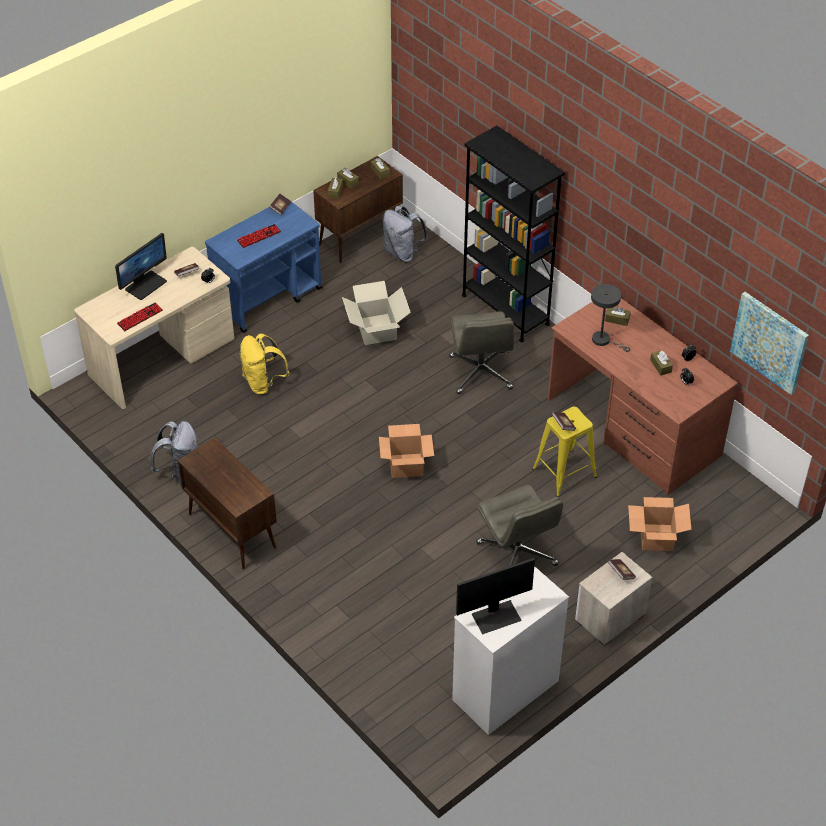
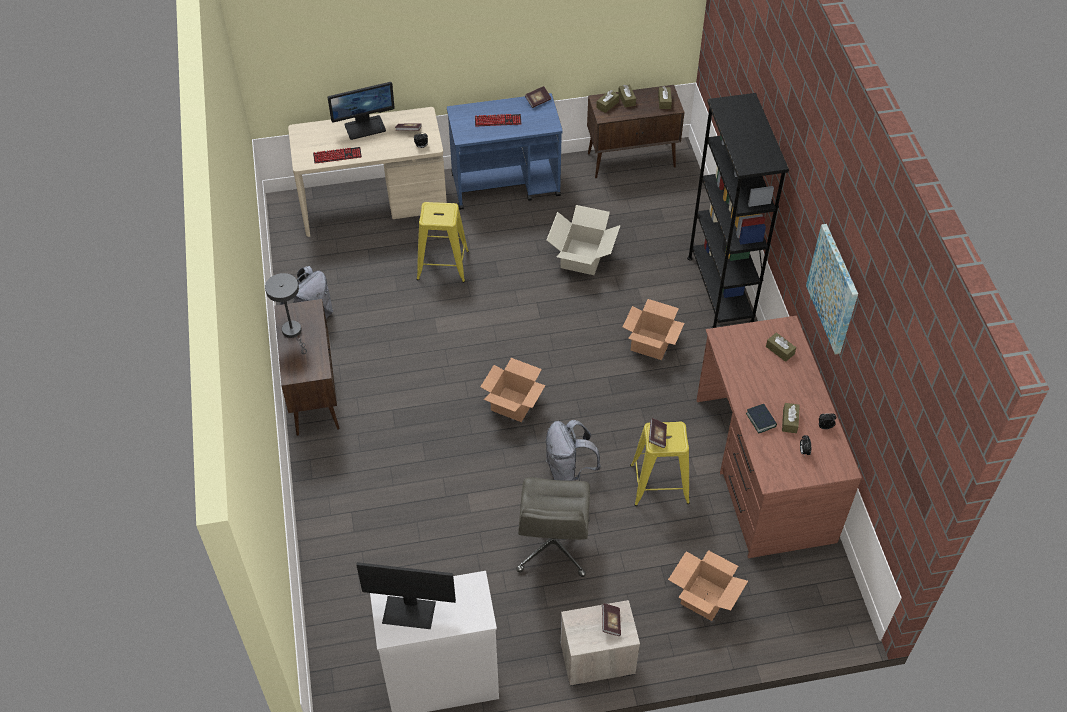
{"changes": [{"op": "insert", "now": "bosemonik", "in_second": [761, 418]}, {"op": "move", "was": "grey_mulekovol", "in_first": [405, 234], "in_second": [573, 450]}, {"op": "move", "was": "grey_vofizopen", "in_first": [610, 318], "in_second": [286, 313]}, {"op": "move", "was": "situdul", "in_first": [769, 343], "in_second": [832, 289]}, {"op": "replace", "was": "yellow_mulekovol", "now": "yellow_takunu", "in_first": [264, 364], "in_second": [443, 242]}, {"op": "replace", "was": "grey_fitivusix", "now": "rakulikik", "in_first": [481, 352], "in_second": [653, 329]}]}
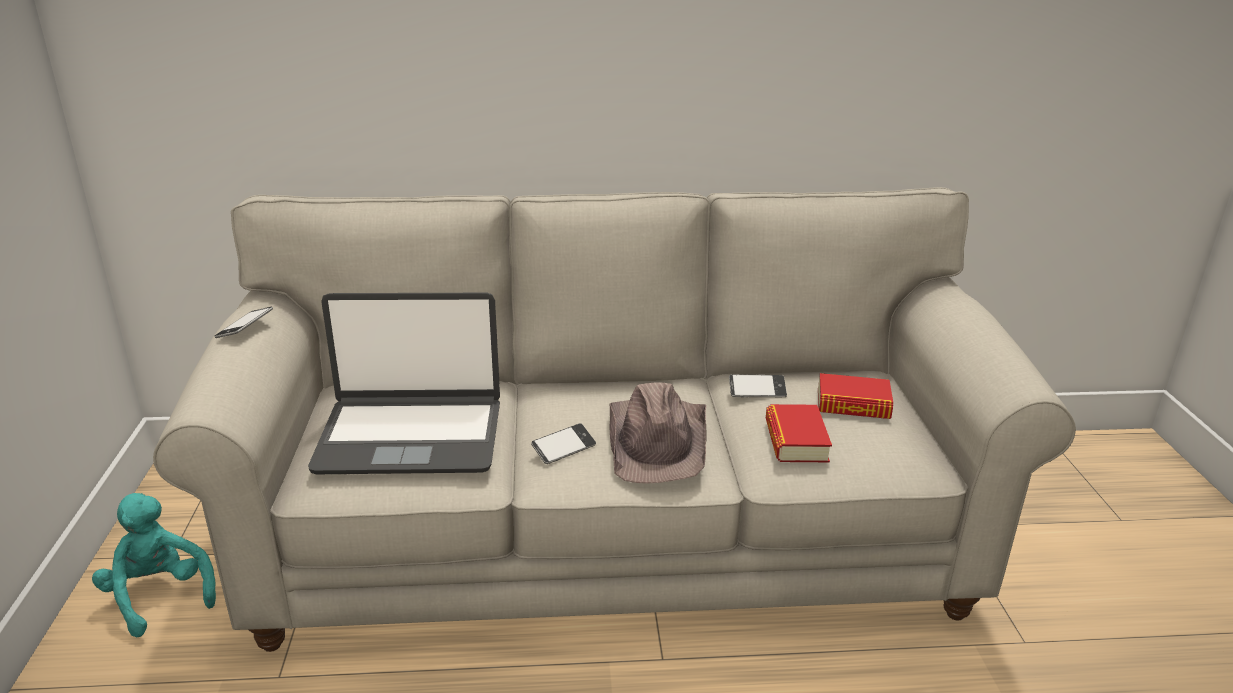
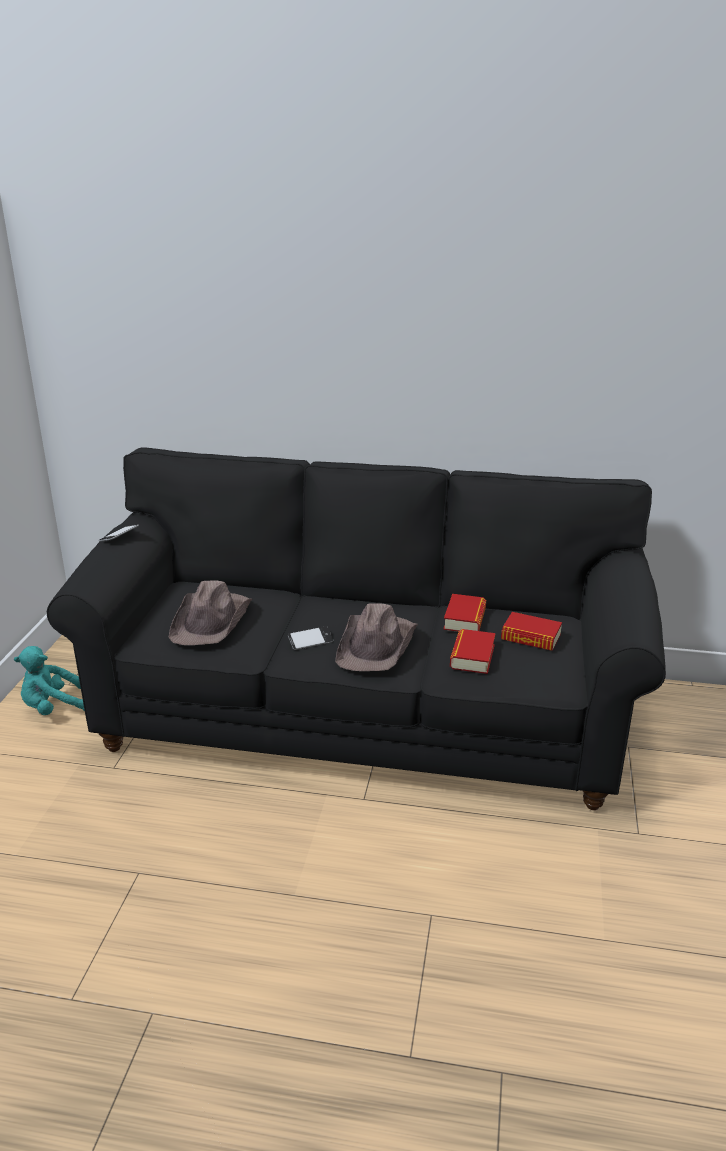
{"changes": [{"op": "replace", "was": "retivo", "now": "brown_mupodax", "in_first": [404, 383], "in_second": [210, 612]}, {"op": "replace", "was": "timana", "now": "bosemonik", "in_first": [758, 386], "in_second": [464, 613]}, {"op": "recolor", "was": "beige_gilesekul", "now": "black_gilesekul", "in_first": [614, 419], "in_second": [356, 628]}, {"op": "rotate", "was": "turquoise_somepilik", "in_first": [154, 565], "in_second": [49, 680], "clockwise": -90}]}
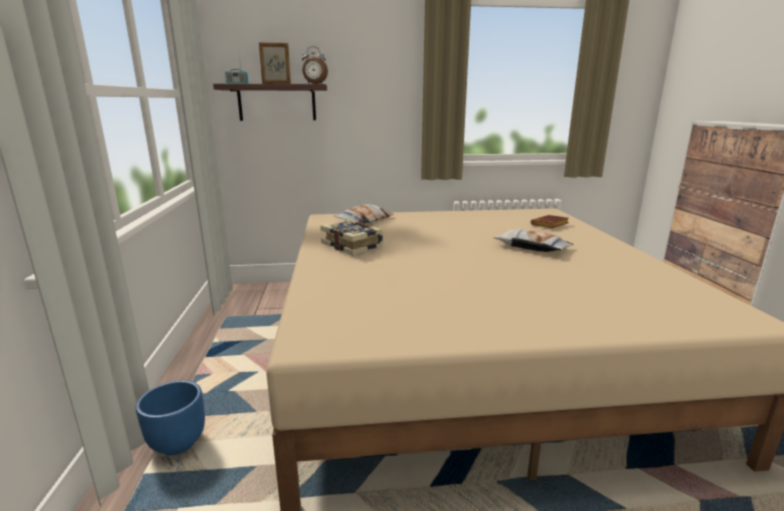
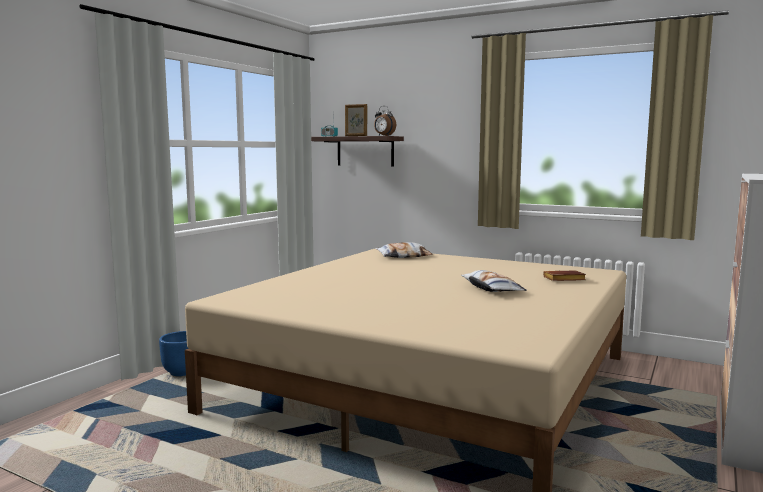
{"changes": [{"op": "delete", "was": "bosemonik", "in_first": [352, 237]}]}
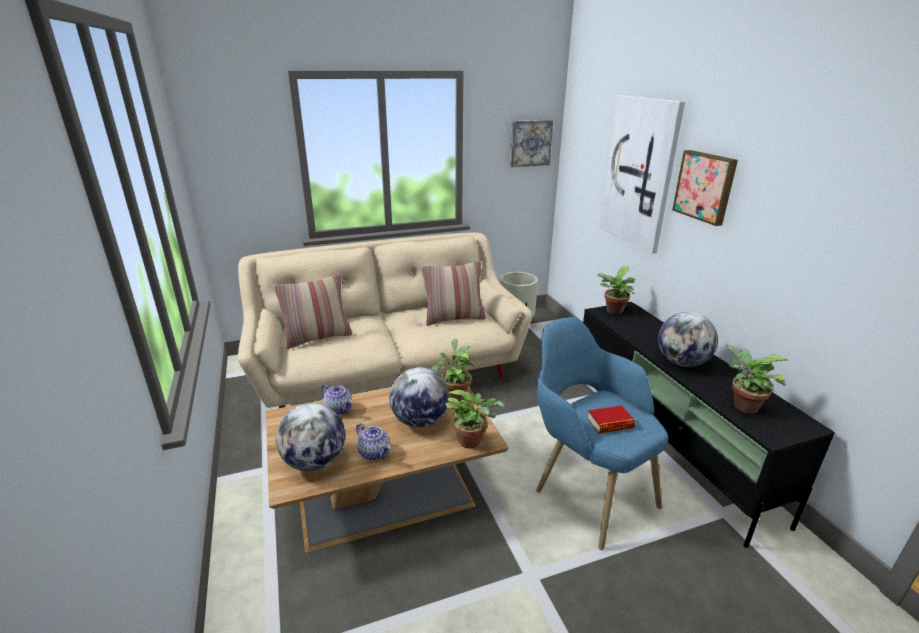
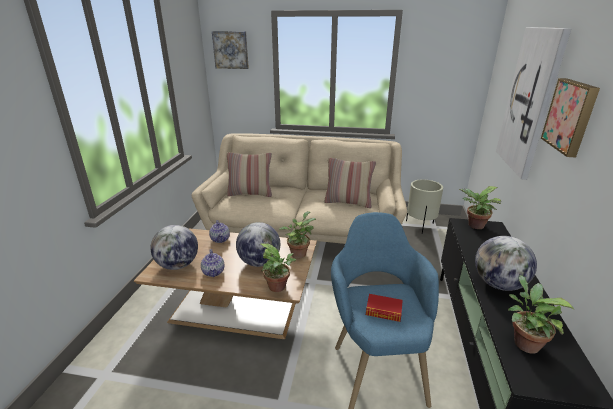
{"changes": [{"op": "move", "was": "situdul", "in_first": [531, 143], "in_second": [230, 50]}]}
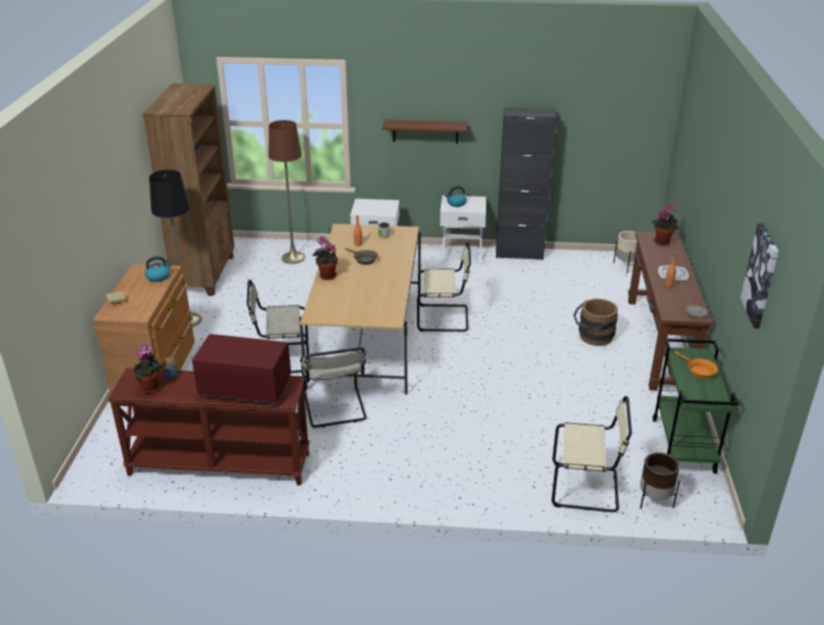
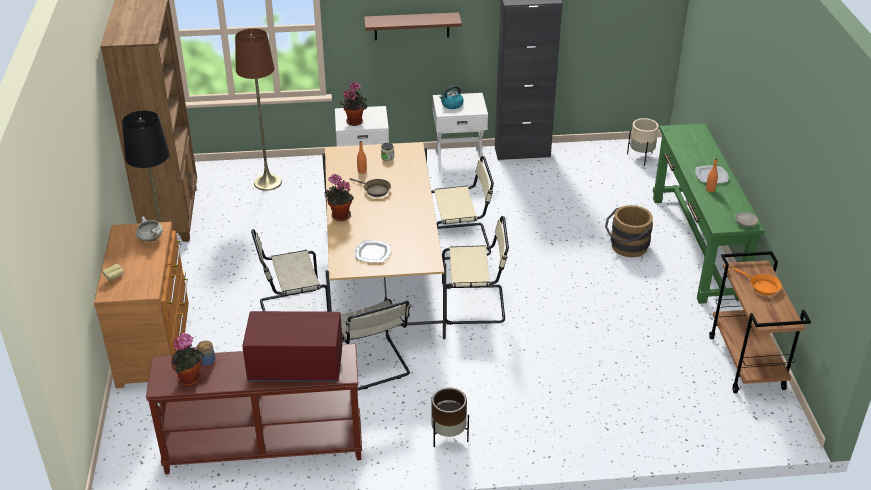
{"changes": [{"op": "delete", "was": "situdul", "in_first": [759, 276]}, {"op": "insert", "now": "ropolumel", "in_second": [373, 251]}, {"op": "move", "was": "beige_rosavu", "in_first": [592, 454], "in_second": [475, 270]}, {"op": "move", "was": "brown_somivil", "in_first": [660, 480], "in_second": [450, 417]}, {"op": "move", "was": "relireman", "in_first": [665, 224], "in_second": [354, 104]}, {"op": "replace", "was": "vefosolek", "now": "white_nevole", "in_first": [158, 269], "in_second": [149, 229]}, {"op": "recolor", "was": "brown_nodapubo", "now": "green_nodapubo", "in_first": [670, 311], "in_second": [709, 214]}, {"op": "recolor", "was": "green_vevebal", "now": "brown_vevebal", "in_first": [696, 405], "in_second": [760, 322]}]}
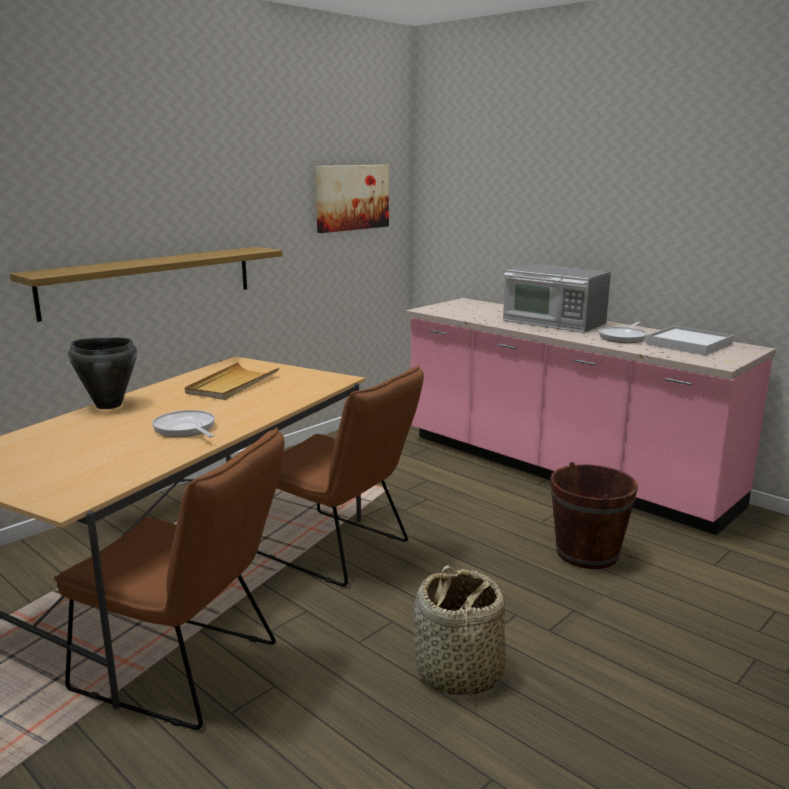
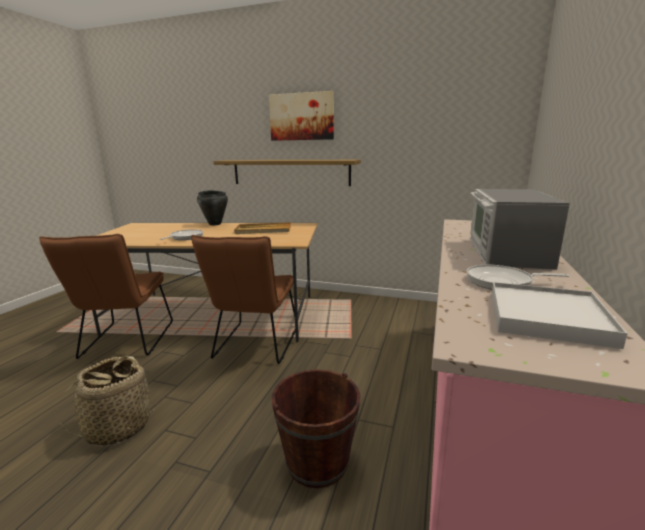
{"changes": [{"op": "move", "was": "situdul", "in_first": [352, 199], "in_second": [301, 116]}]}
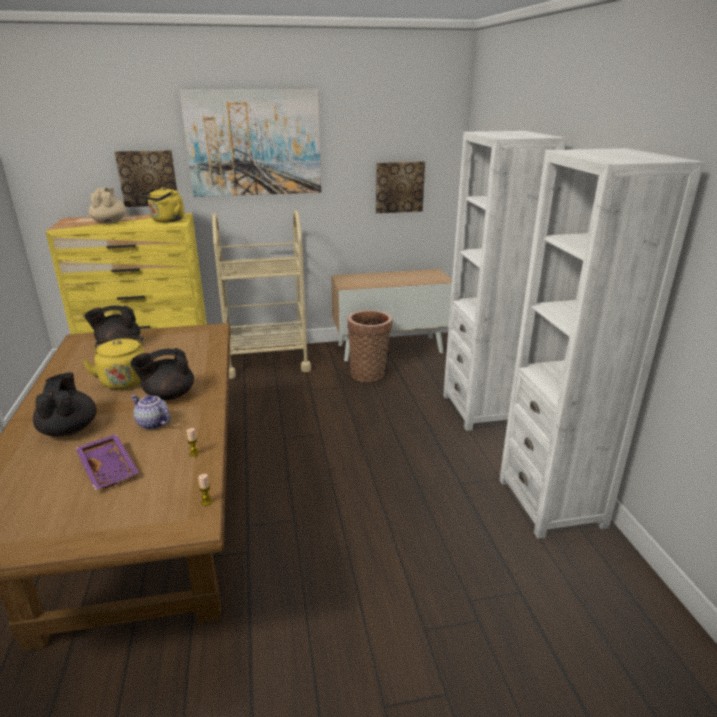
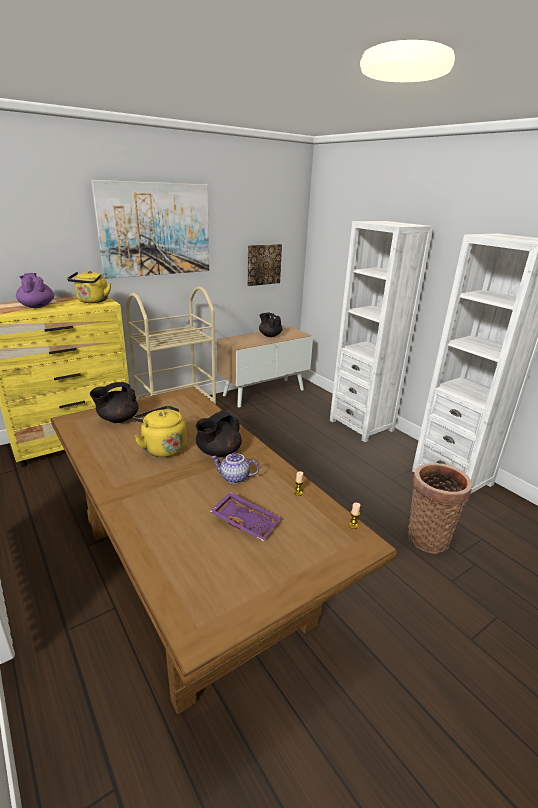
{"changes": [{"op": "delete", "was": "situdul", "in_first": [146, 178]}, {"op": "move", "was": "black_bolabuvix", "in_first": [65, 404], "in_second": [271, 324]}, {"op": "move", "was": "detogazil", "in_first": [369, 346], "in_second": [439, 508]}, {"op": "recolor", "was": "beige_bolabuvix", "now": "purple_bolabuvix", "in_first": [108, 206], "in_second": [35, 290]}]}
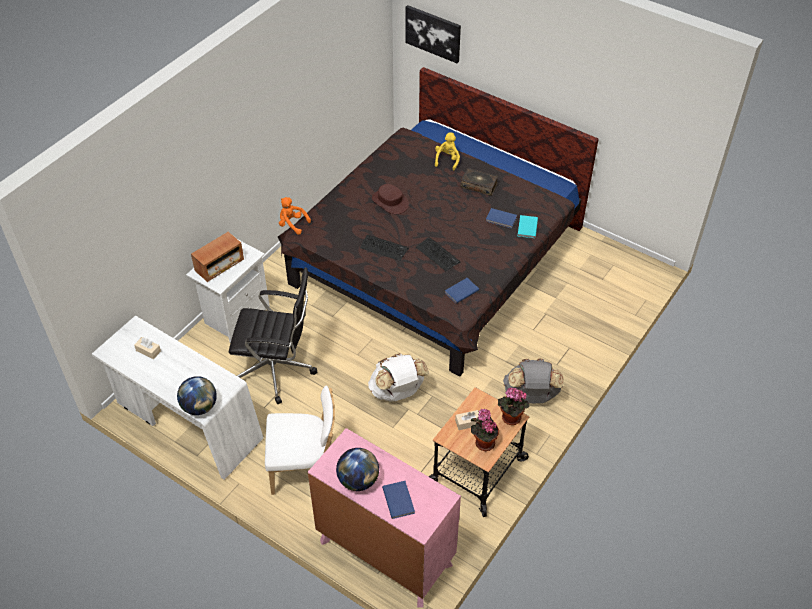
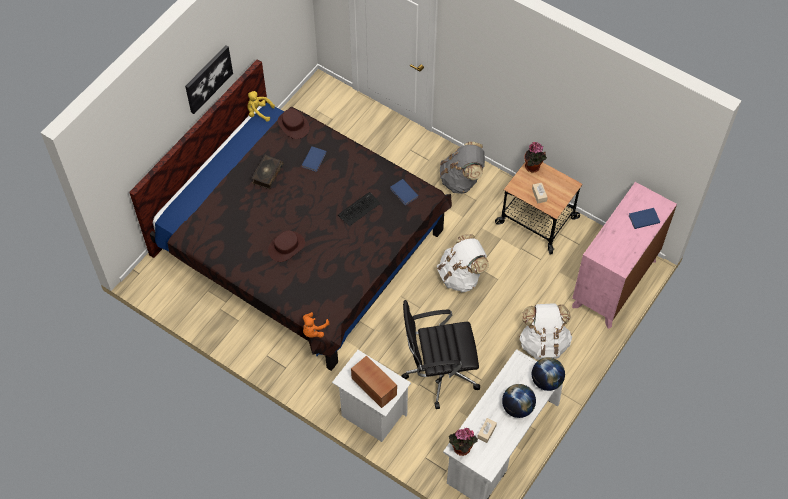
{"changes": [{"op": "delete", "was": "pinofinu", "in_first": [384, 248]}, {"op": "delete", "was": "turquoise_bosemonik", "in_first": [528, 226]}, {"op": "insert", "now": "brown_mupodax", "in_second": [294, 124]}, {"op": "move", "was": "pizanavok", "in_first": [357, 469], "in_second": [519, 401]}, {"op": "move", "was": "situdul", "in_first": [433, 34], "in_second": [209, 79]}, {"op": "move", "was": "yellow_somepilik", "in_first": [447, 151], "in_second": [261, 106]}, {"op": "move", "was": "relireman", "in_first": [485, 430], "in_second": [463, 442]}, {"op": "replace", "was": "white_rosavu", "now": "white_mulekovol", "in_first": [300, 440], "in_second": [545, 331]}, {"op": "rotate", "was": "black_fitivusix", "in_first": [273, 336], "in_second": [440, 354], "clockwise": -105}]}
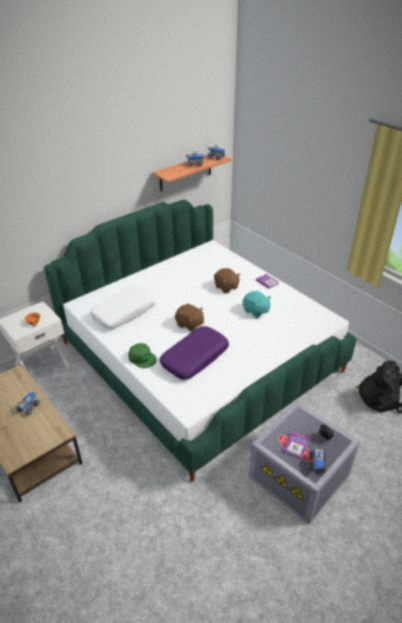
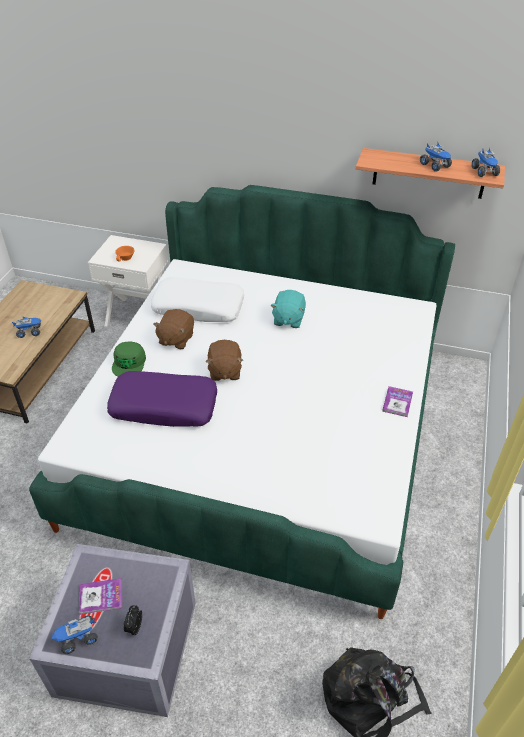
{"changes": [{"op": "move", "was": "brown_somepilik", "in_first": [227, 280], "in_second": [173, 329]}, {"op": "move", "was": "turquoise_somepilik", "in_first": [257, 304], "in_second": [288, 309]}]}
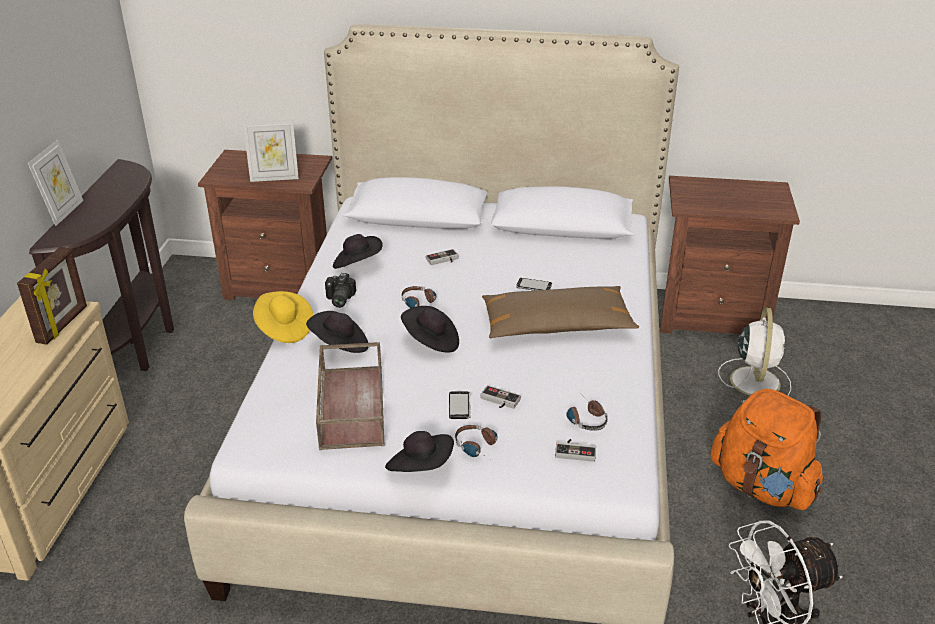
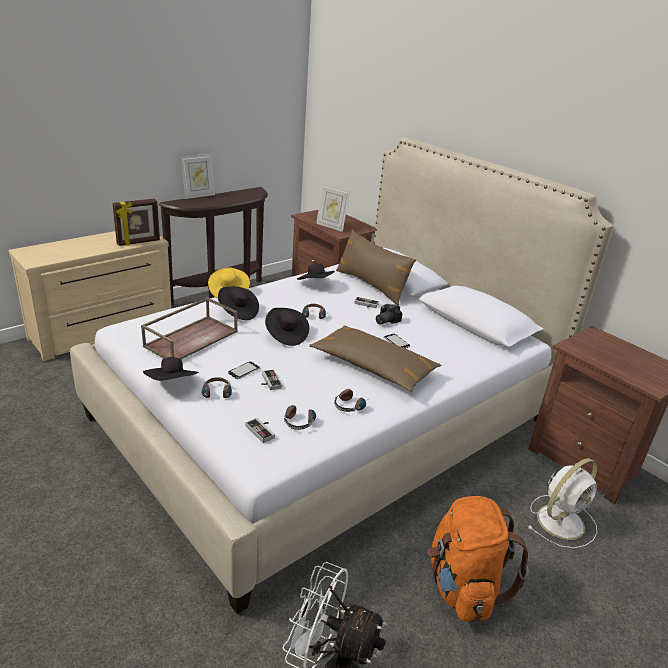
{"changes": [{"op": "insert", "now": "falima", "in_second": [350, 400]}, {"op": "insert", "now": "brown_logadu", "in_second": [376, 267]}, {"op": "move", "was": "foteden", "in_first": [340, 290], "in_second": [389, 314]}]}
